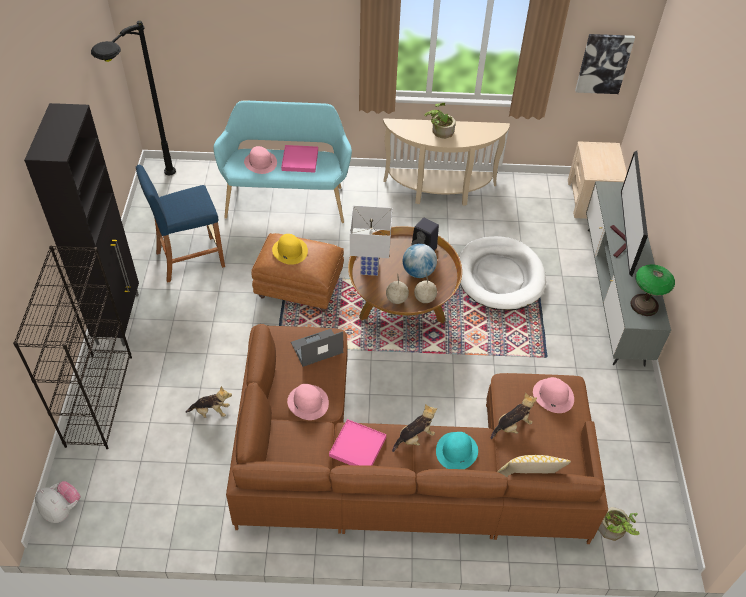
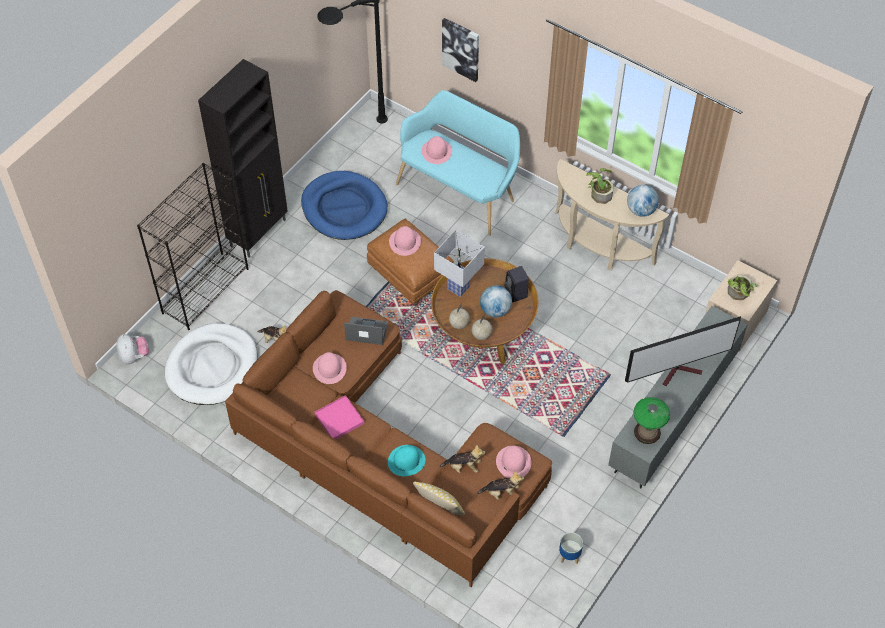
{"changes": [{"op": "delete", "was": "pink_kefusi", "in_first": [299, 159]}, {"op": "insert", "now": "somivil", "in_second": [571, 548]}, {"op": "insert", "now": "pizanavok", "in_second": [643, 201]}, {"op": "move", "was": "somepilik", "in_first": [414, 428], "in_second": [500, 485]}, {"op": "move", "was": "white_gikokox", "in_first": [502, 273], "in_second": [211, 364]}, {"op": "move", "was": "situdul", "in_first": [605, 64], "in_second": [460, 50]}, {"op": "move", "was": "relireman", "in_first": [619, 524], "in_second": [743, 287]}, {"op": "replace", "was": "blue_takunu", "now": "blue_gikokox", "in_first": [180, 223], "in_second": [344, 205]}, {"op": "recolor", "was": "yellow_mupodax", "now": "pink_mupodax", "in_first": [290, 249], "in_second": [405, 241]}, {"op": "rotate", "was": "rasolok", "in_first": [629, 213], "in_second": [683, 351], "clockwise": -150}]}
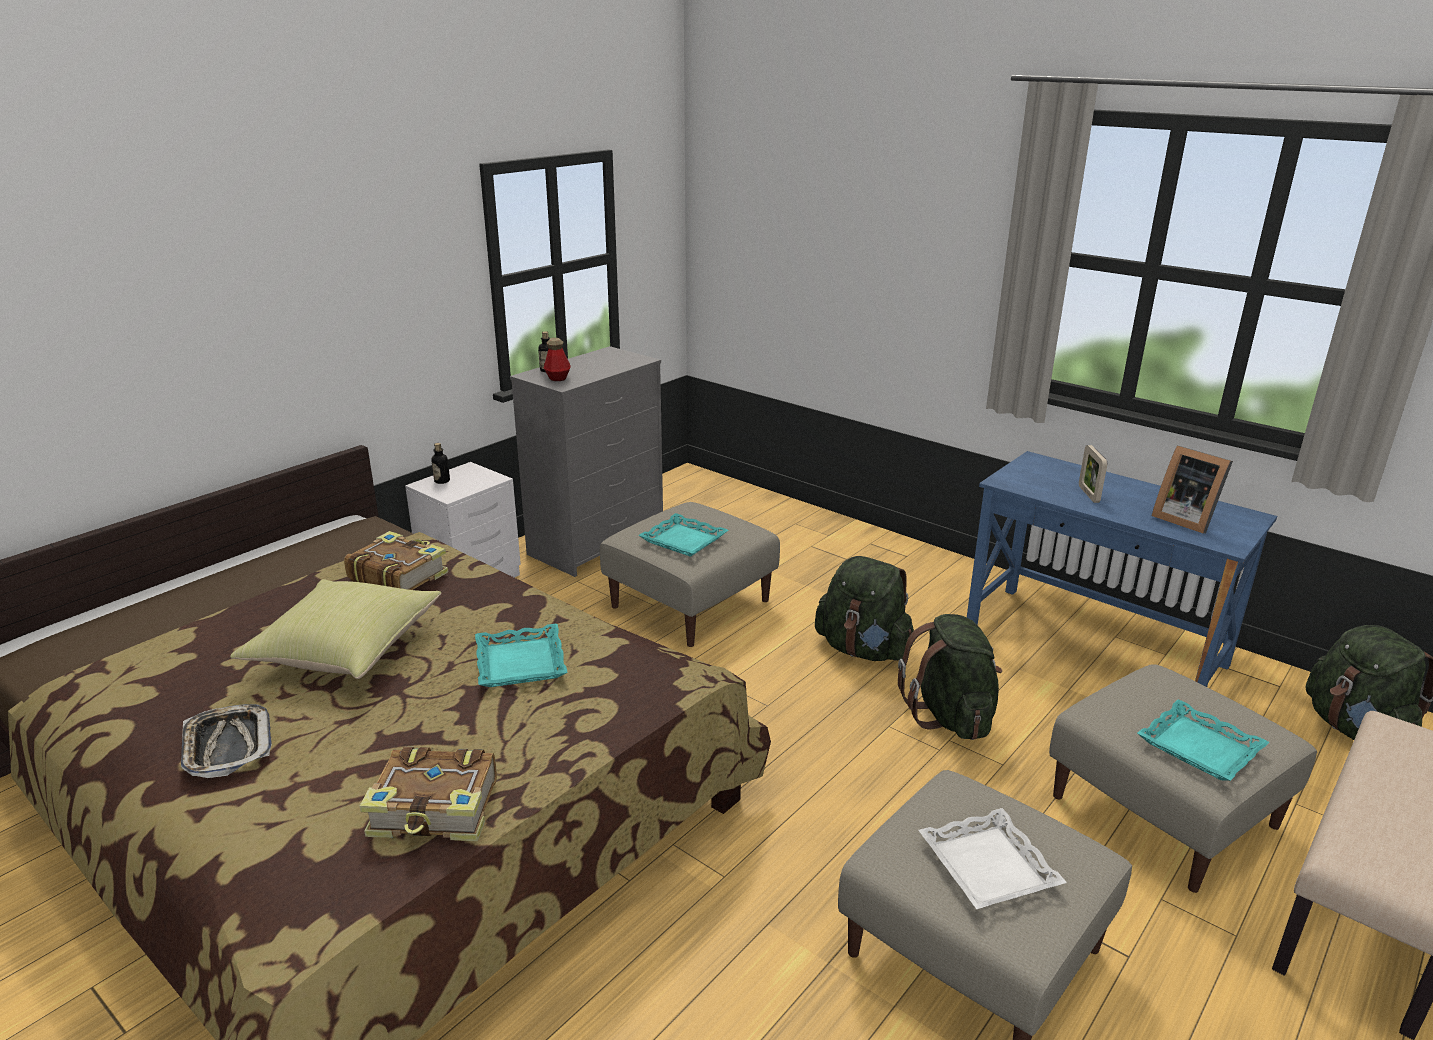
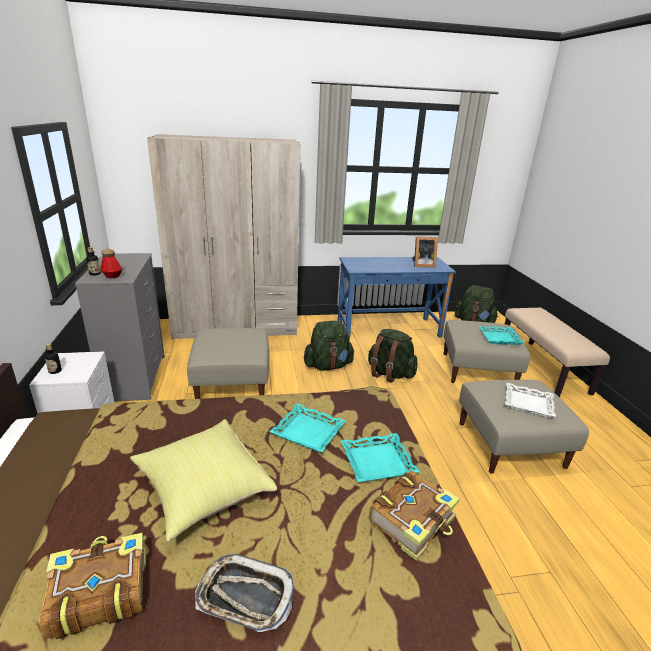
{"changes": [{"op": "delete", "was": "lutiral", "in_first": [1093, 474]}, {"op": "insert", "now": "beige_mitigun", "in_second": [223, 236]}, {"op": "move", "was": "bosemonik", "in_first": [396, 560], "in_second": [92, 586]}, {"op": "move", "was": "turquoise_kefusi", "in_first": [683, 535], "in_second": [380, 457]}]}
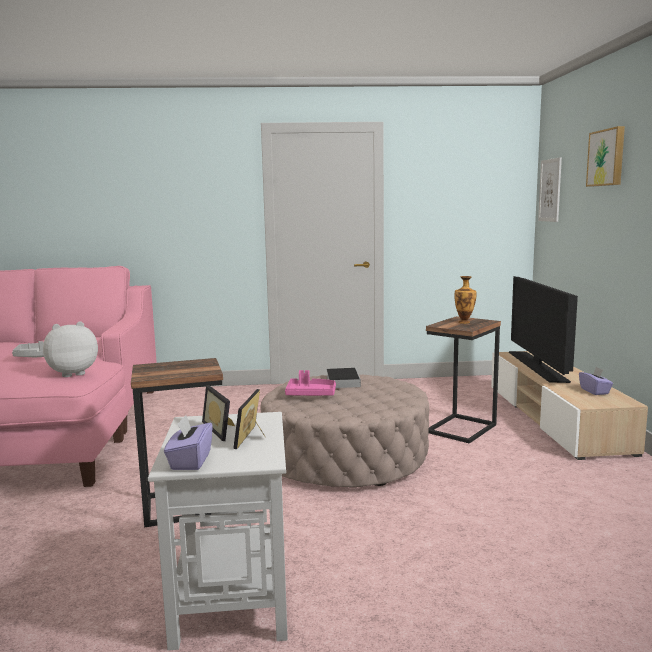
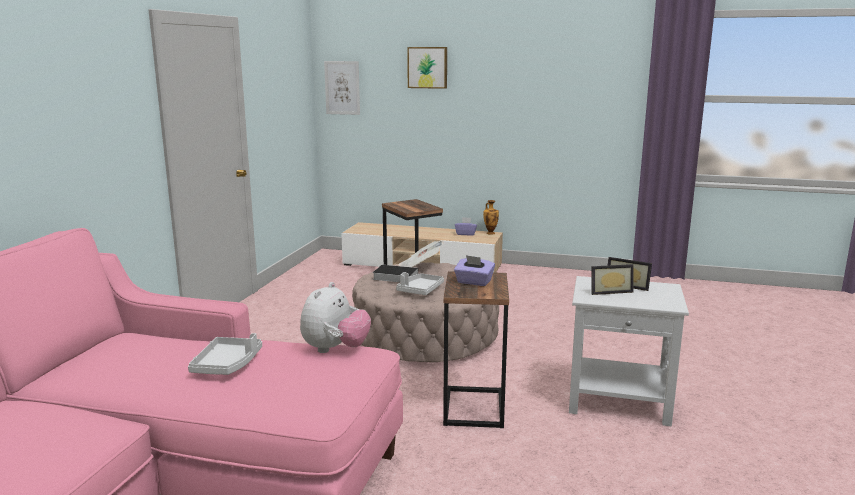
{"changes": [{"op": "delete", "was": "rasolok", "in_first": [543, 329]}, {"op": "insert", "now": "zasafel", "in_second": [421, 254]}, {"op": "move", "was": "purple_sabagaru", "in_first": [188, 442], "in_second": [474, 270]}, {"op": "move", "was": "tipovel", "in_first": [466, 300], "in_second": [491, 217]}, {"op": "recolor", "was": "pink_kefusi", "now": "grey_kefusi", "in_first": [310, 383], "in_second": [420, 283]}, {"op": "rotate", "was": "somepilik", "in_first": [70, 349], "in_second": [335, 317], "clockwise": -150}]}
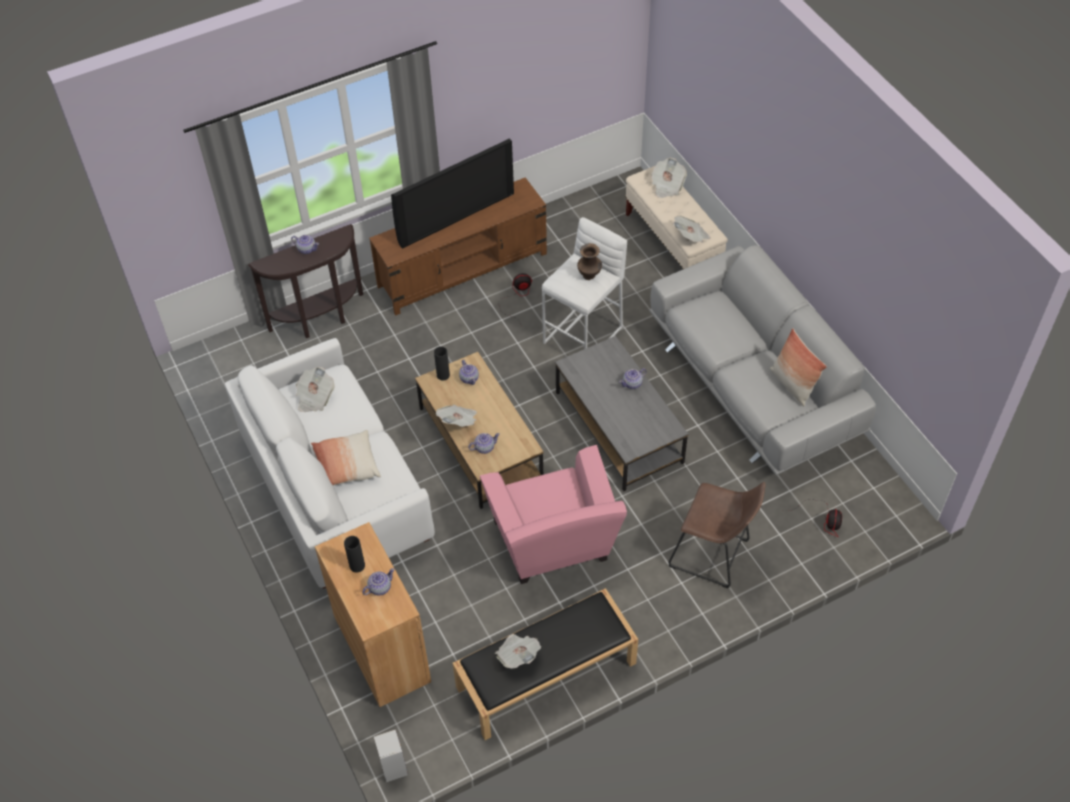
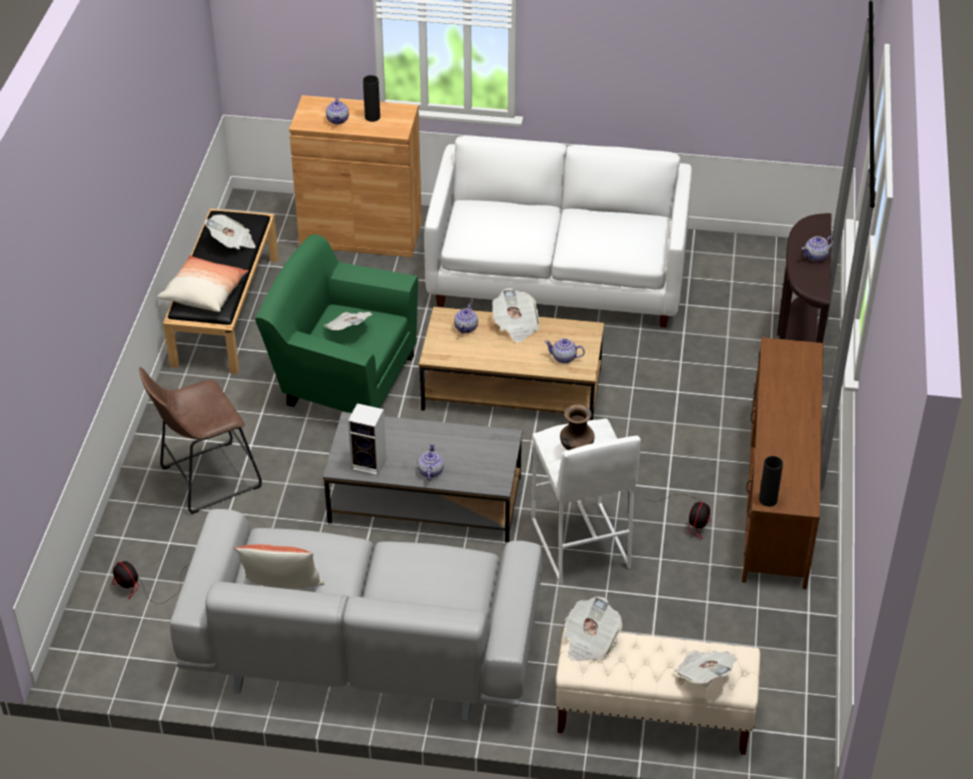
{"changes": [{"op": "delete", "was": "rasolok", "in_first": [452, 193]}, {"op": "move", "was": "zasafel", "in_first": [315, 389], "in_second": [348, 321]}, {"op": "move", "was": "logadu", "in_first": [346, 458], "in_second": [203, 283]}, {"op": "move", "was": "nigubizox", "in_first": [391, 755], "in_second": [367, 439]}, {"op": "move", "was": "black_tipovel", "in_first": [442, 363], "in_second": [771, 481]}, {"op": "recolor", "was": "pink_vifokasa", "now": "green_vifokasa", "in_first": [553, 514], "in_second": [336, 323]}]}
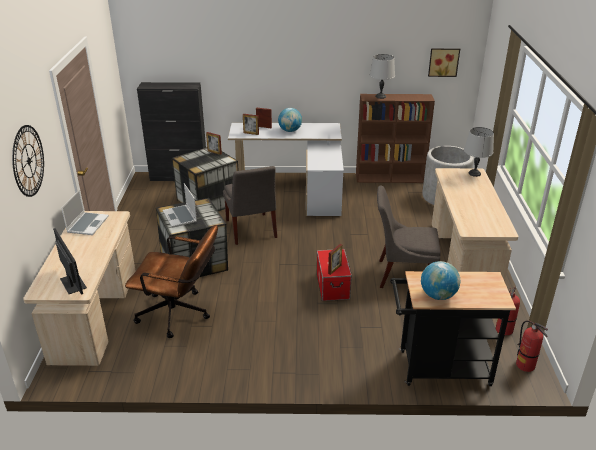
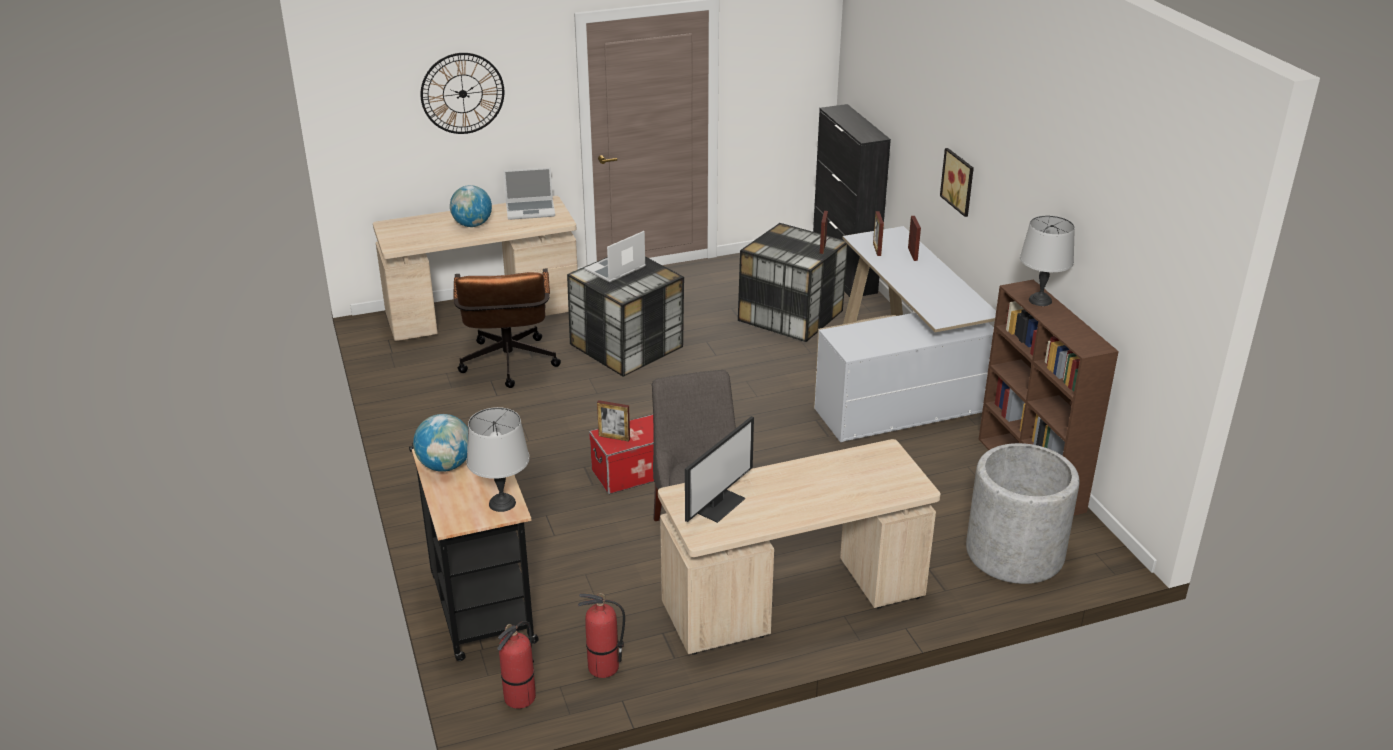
{"changes": [{"op": "delete", "was": "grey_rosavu", "in_first": [250, 205]}, {"op": "move", "was": "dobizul", "in_first": [70, 261], "in_second": [719, 469]}, {"op": "move", "was": "pizanavok", "in_first": [290, 120], "in_second": [471, 206]}, {"op": "move", "was": "situdul", "in_first": [444, 62], "in_second": [957, 182]}, {"op": "move", "was": "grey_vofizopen", "in_first": [479, 152], "in_second": [498, 459]}]}
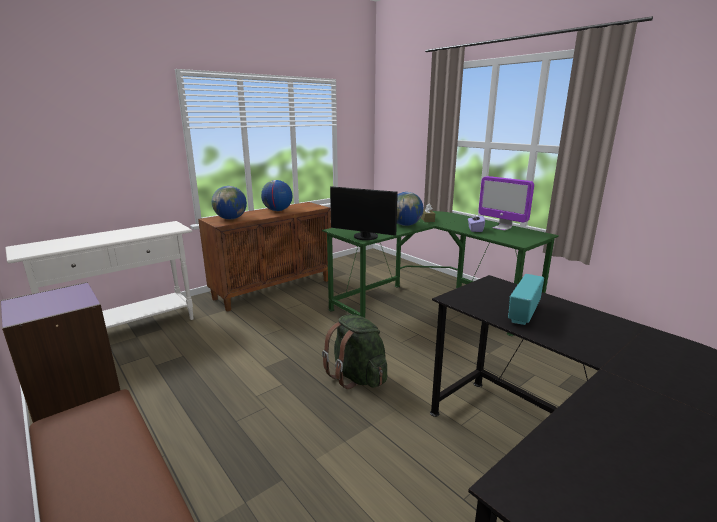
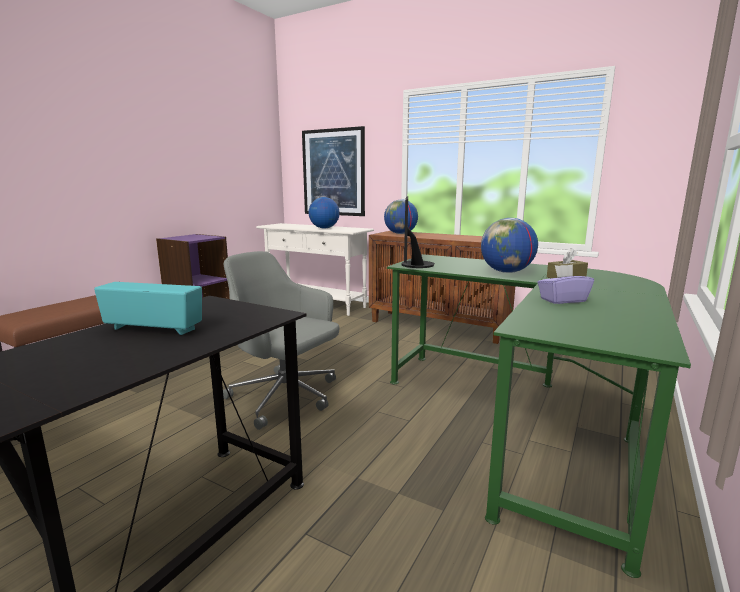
{"changes": [{"op": "delete", "was": "dobizul", "in_first": [506, 203]}, {"op": "insert", "now": "situdul", "in_second": [333, 171]}, {"op": "move", "was": "pizanavok", "in_first": [276, 195], "in_second": [324, 213]}, {"op": "replace", "was": "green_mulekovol", "now": "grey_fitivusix", "in_first": [354, 351], "in_second": [281, 340]}]}
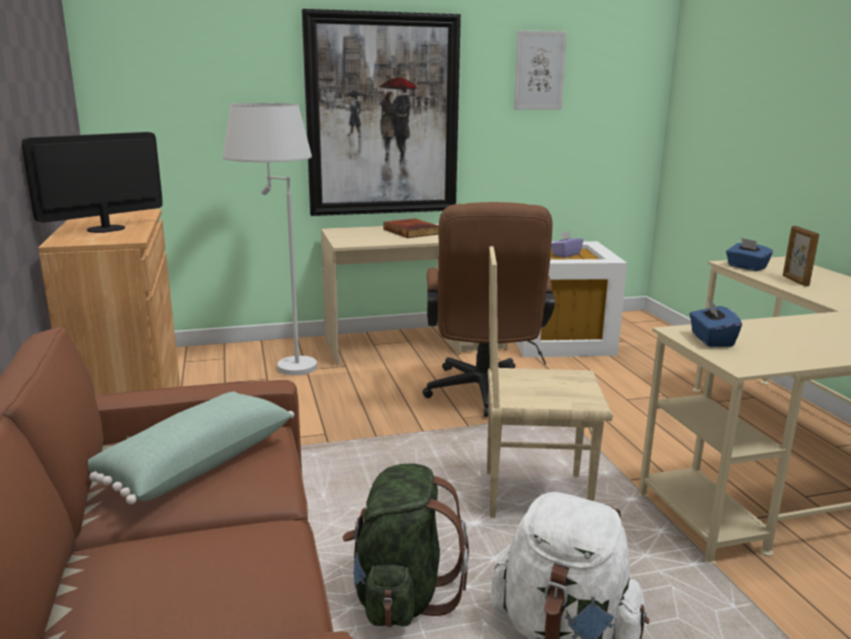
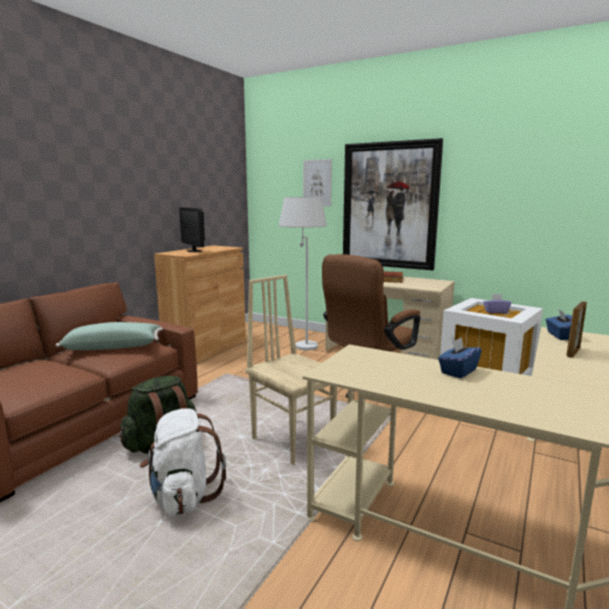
{"changes": [{"op": "move", "was": "situdul", "in_first": [540, 69], "in_second": [317, 183]}, {"op": "move", "was": "blue_sabagaru", "in_first": [715, 322], "in_second": [460, 357]}, {"op": "rotate", "was": "dobizul", "in_first": [92, 182], "in_second": [192, 229], "clockwise": -120}]}
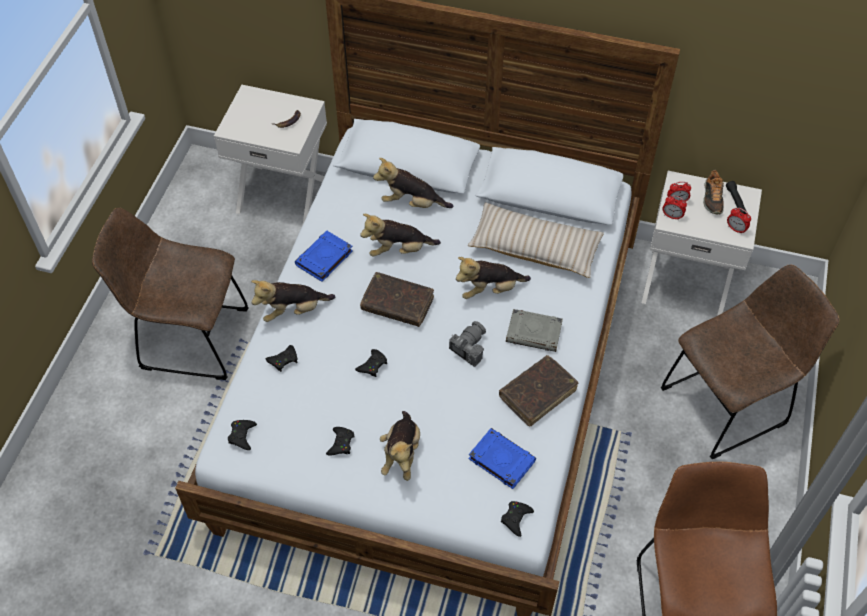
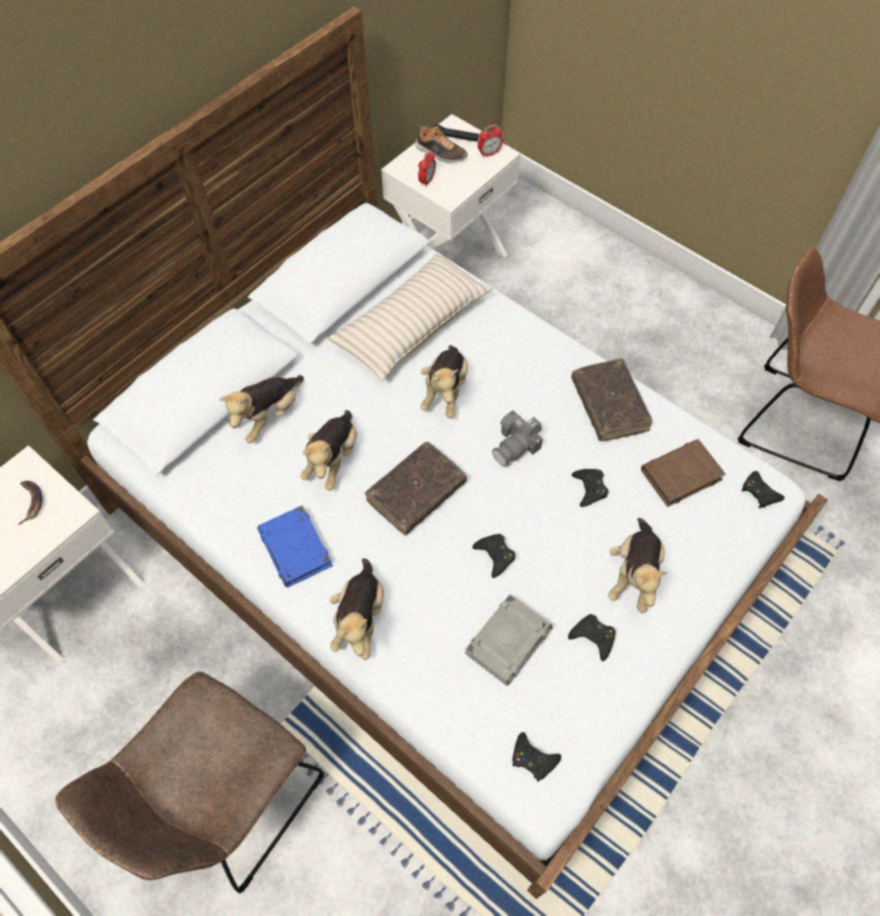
{"changes": [{"op": "delete", "was": "brown_rosavu", "in_first": [750, 362]}, {"op": "delete", "was": "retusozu", "in_first": [675, 207]}, {"op": "move", "was": "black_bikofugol", "in_first": [281, 358], "in_second": [590, 488]}, {"op": "move", "was": "grey_bosemonik", "in_first": [534, 330], "in_second": [509, 640]}, {"op": "recolor", "was": "blue_bosemonik", "now": "brown_bosemonik", "in_first": [502, 458], "in_second": [683, 473]}, {"op": "rotate", "was": "somepilik", "in_first": [400, 446], "in_second": [637, 565], "clockwise": 75}, {"op": "rotate", "was": "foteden", "in_first": [467, 344], "in_second": [517, 438], "clockwise": -105}]}
